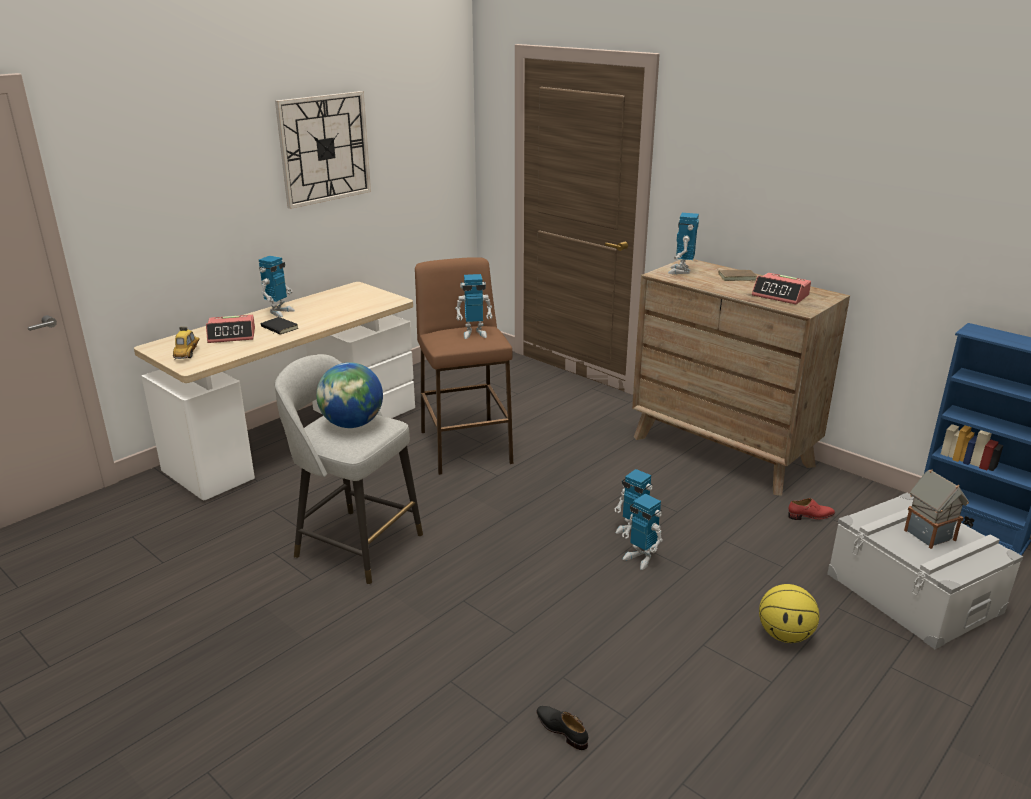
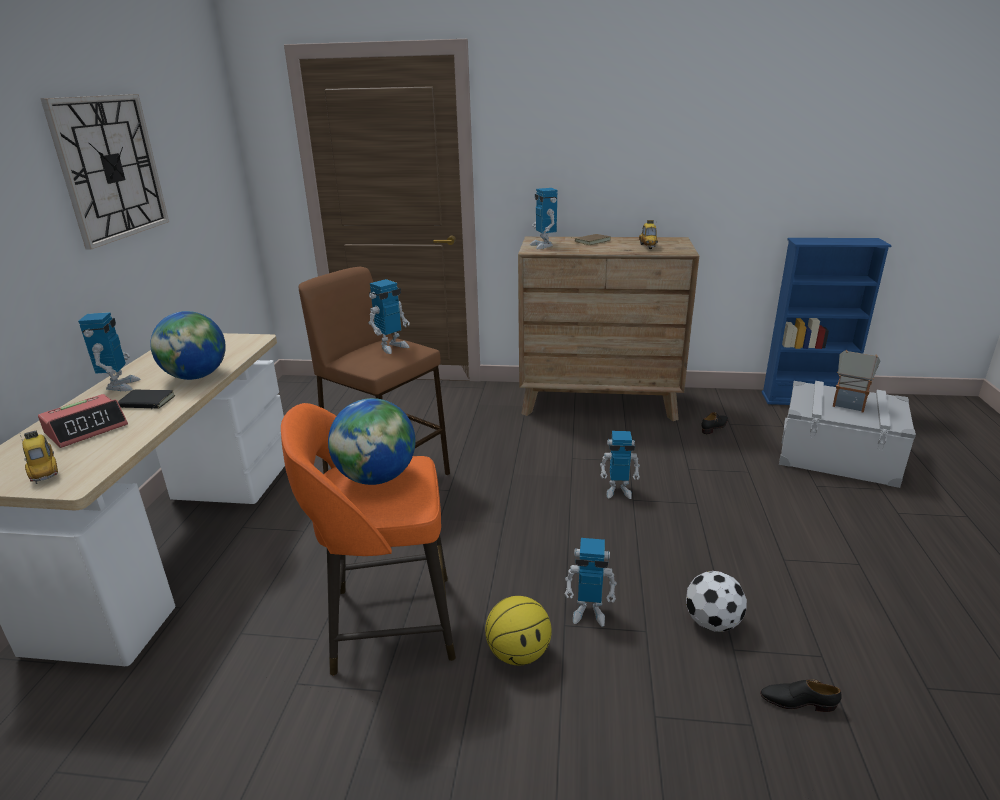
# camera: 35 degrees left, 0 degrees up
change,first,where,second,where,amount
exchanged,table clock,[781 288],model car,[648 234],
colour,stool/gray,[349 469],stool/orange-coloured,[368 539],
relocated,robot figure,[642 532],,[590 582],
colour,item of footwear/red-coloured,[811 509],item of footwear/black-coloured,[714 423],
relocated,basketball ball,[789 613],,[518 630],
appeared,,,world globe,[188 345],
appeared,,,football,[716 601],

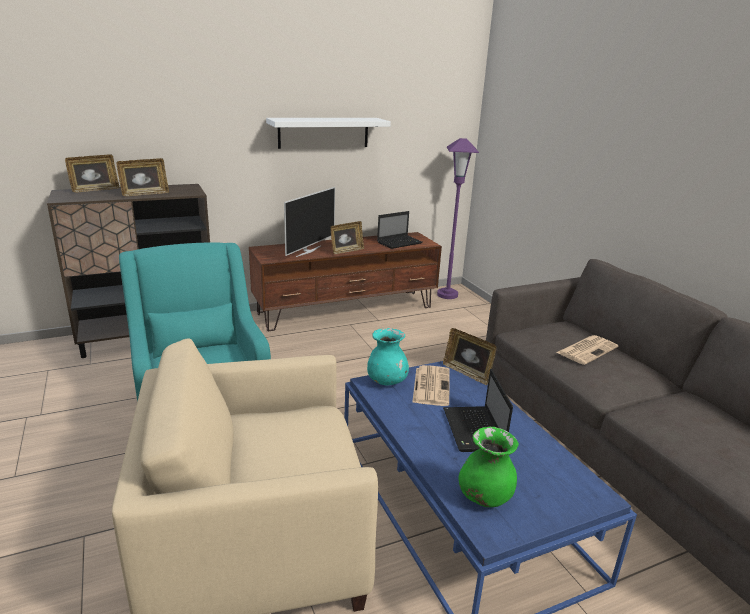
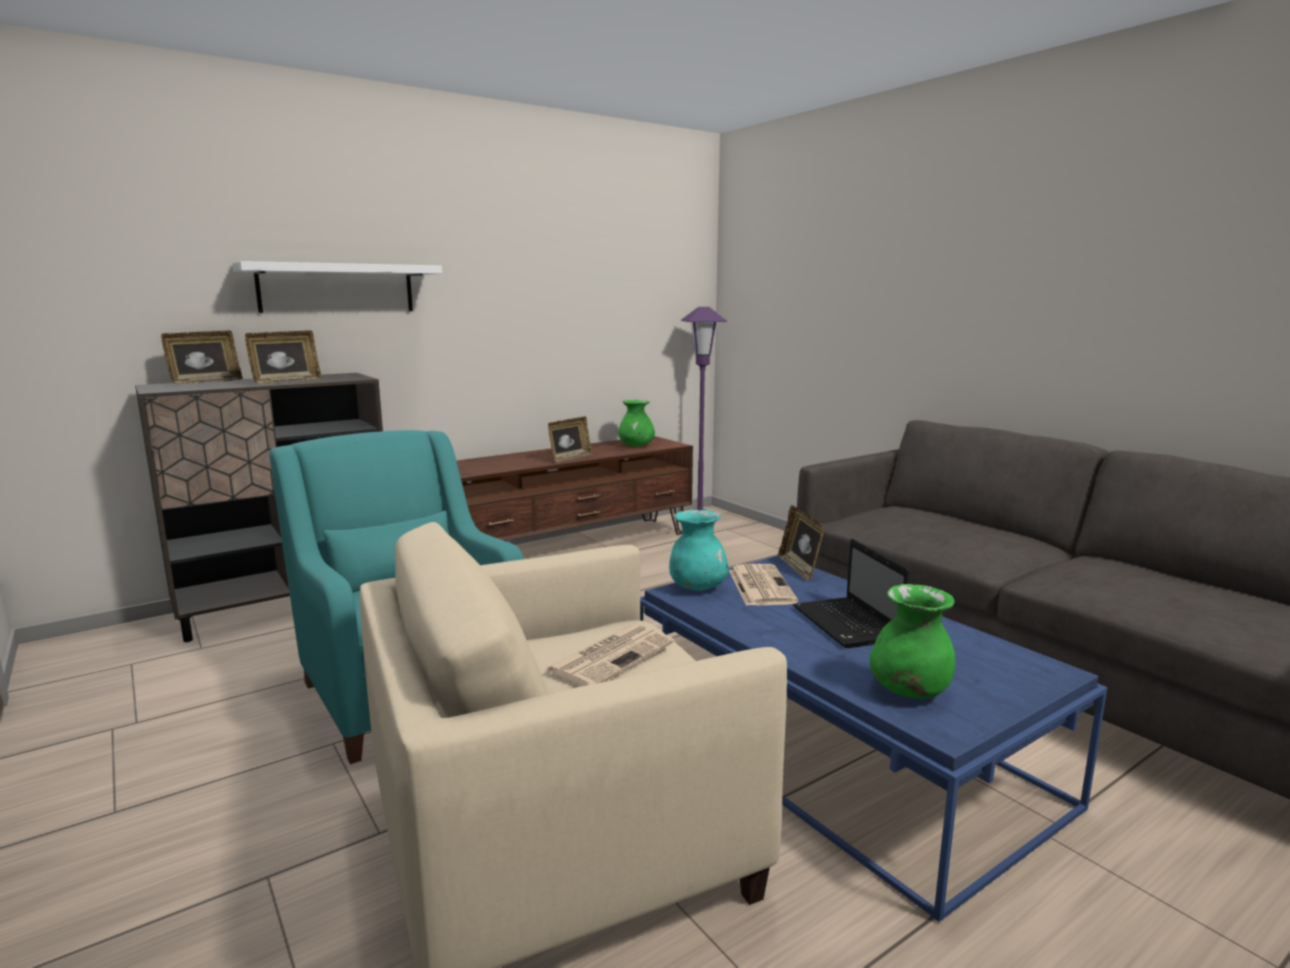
# camera: 10 degrees left, 10 degrees down
change,first,where,second,where,amount
relocated,bracket shelf/white-coloured,[328 133],,[337 287],
missing,TV,[309 222],,,
exchanged,portable computer,[400 230],flower vase/green,[636 423],
spun,picture frame,[470 356],,[801 543],45 degrees clockwise
relocated,newspaper,[587 350],,[608 655],

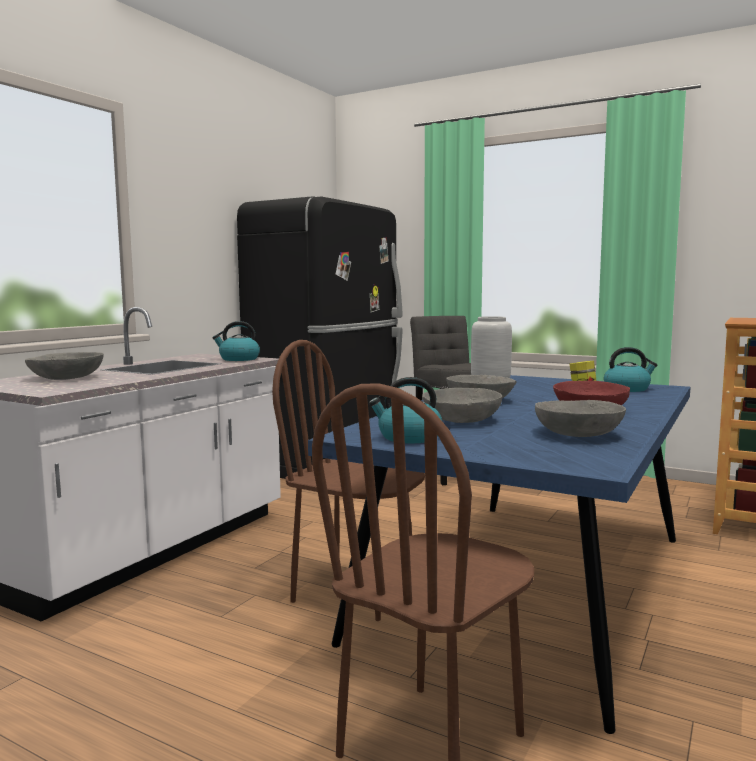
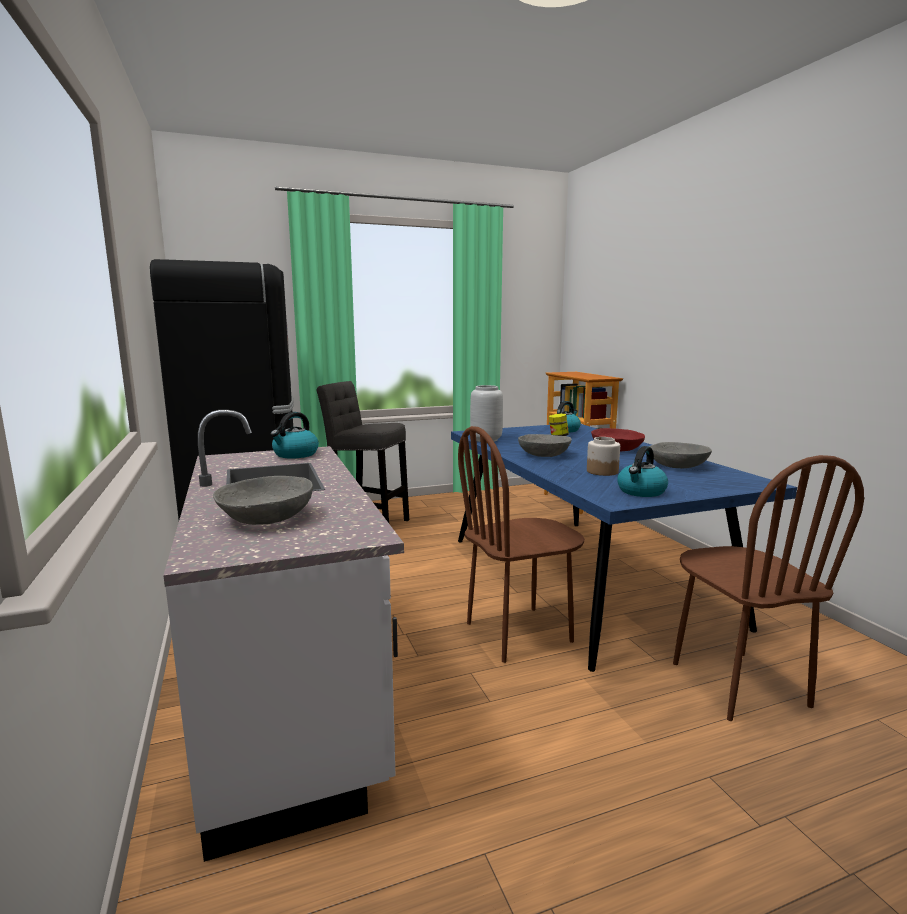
# camera: 50 degrees left, 5 degrees up
change,first,where,second,where,amount
exchanged,serving bowl/gray,[462 405],jar,[603 456],

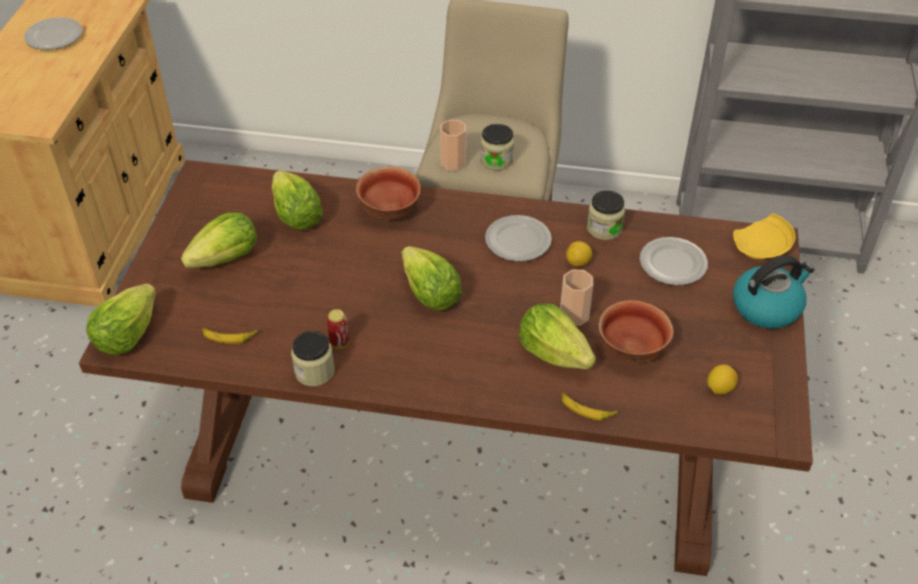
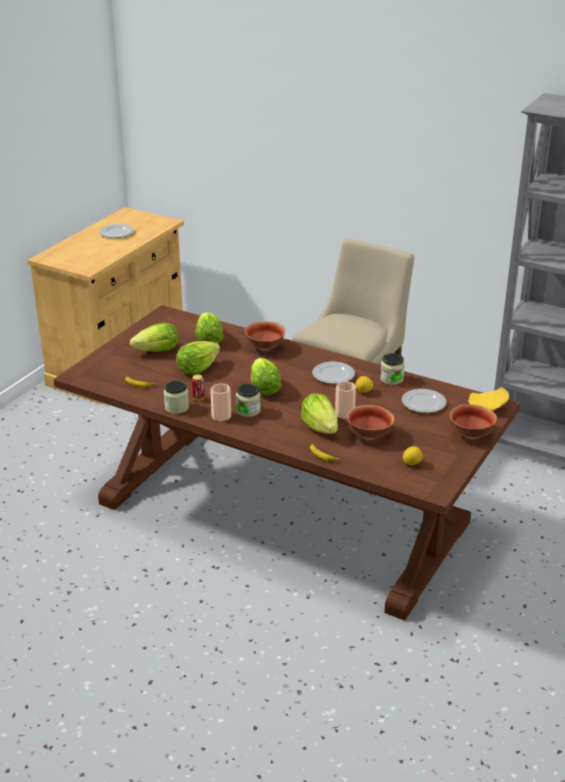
# camera: 20 degrees right, 15 degrees down
change,first,where,second,where,amount
relocated,drinking cup,[453 145],,[220 402],
relocated,jar,[497 147],,[248 400],
exchanged,kettle,[774 292],serving bowl,[473 421],
relocated,lettuce,[121 319],,[198 357],

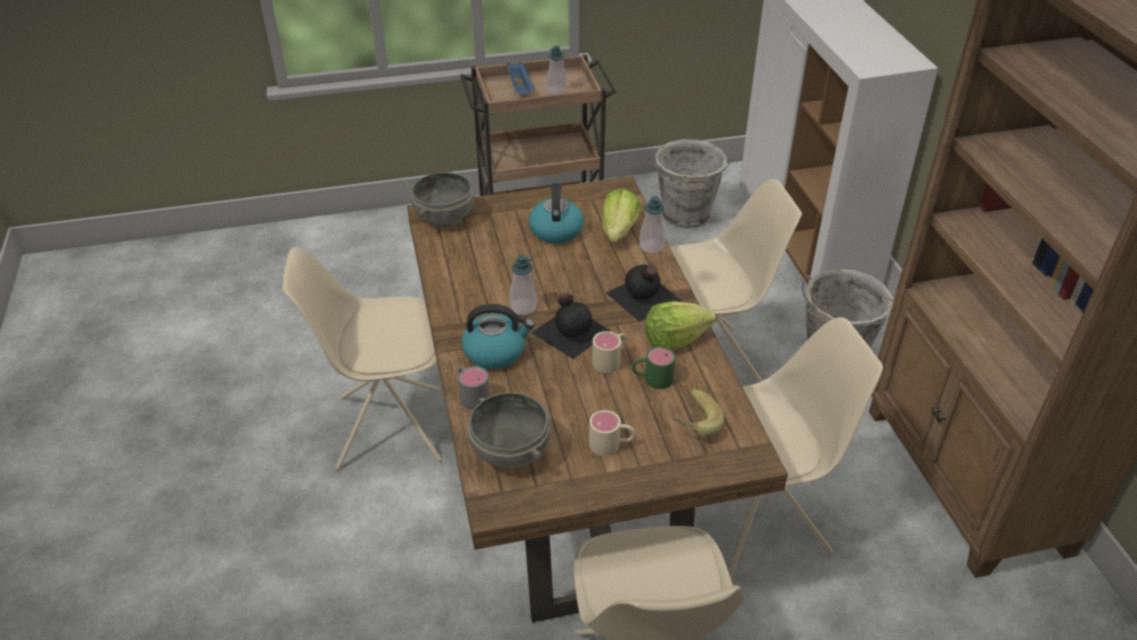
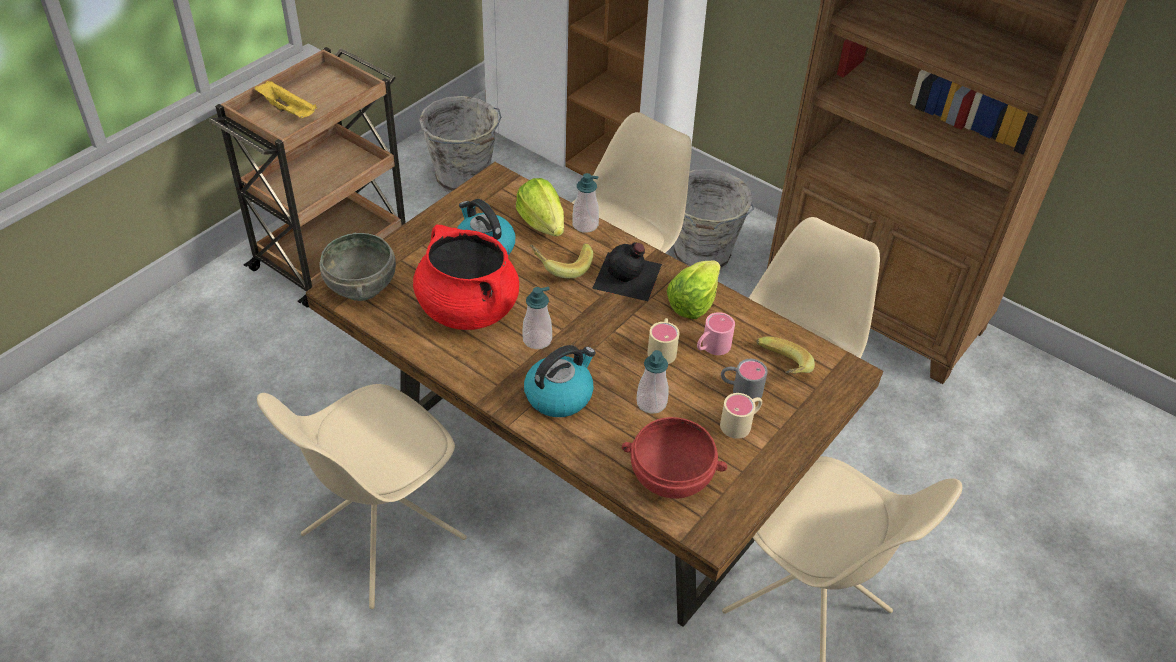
# camera: 40 degrees left, 5 degrees up
change,first,where,second,where,amount
relocated,soap dispenser,[557 70],,[652 382],
colour,serving tray/bluish,[520 78],serving tray/yellowish,[286 99],
missing,bottle/black-coloured,[571 326],,,
colour,coffee mug/green,[654 367],coffee mug/pinkish,[716 333],
relocated,coffee mug/gray,[474 388],,[744 380],
colour,serving bowl/gray,[509 430],serving bowl/red-coloured,[674 458],
appeared,,,stockpot/red-coloured,[466 277],
appeared,,,banana,[561 261],

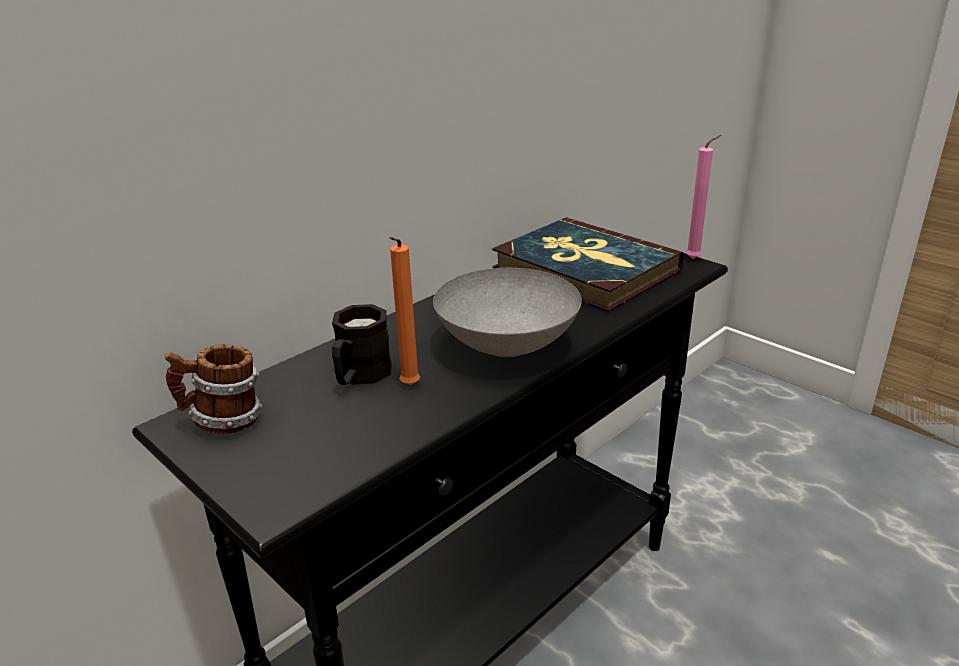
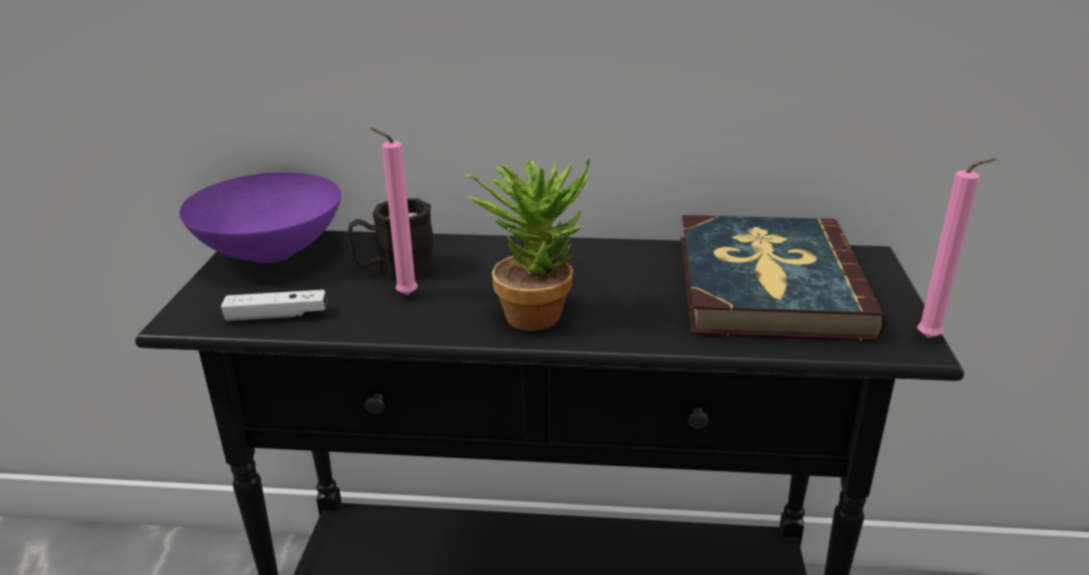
# camera: 50 degrees right, 0 degrees up
change,first,where,second,where,amount
colour,wax light/orange-coloured,[405 311],wax light/pinkish,[393 211],
exchanged,serving bowl/gray,[507 313],potted plant,[527 245],
exchanged,coffee mug,[213 389],serving bowl/purple,[260 218],
appeared,,,gamepad/white-coloured,[274 305],

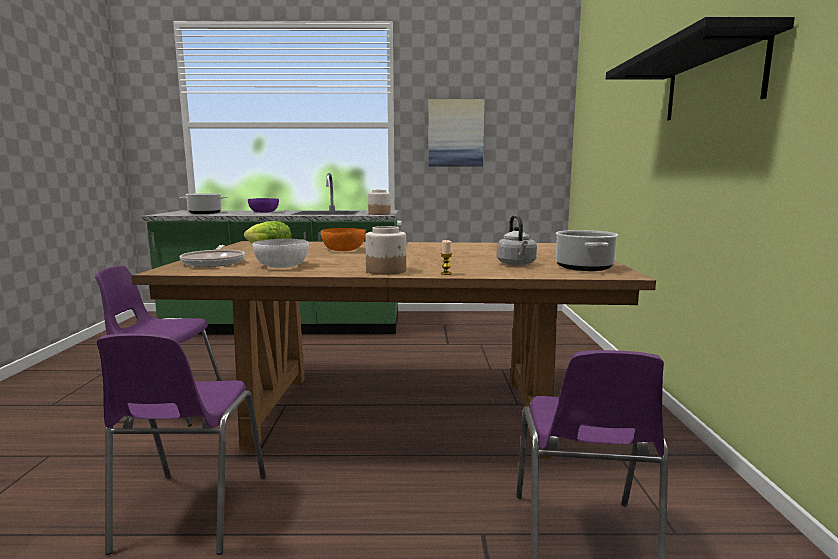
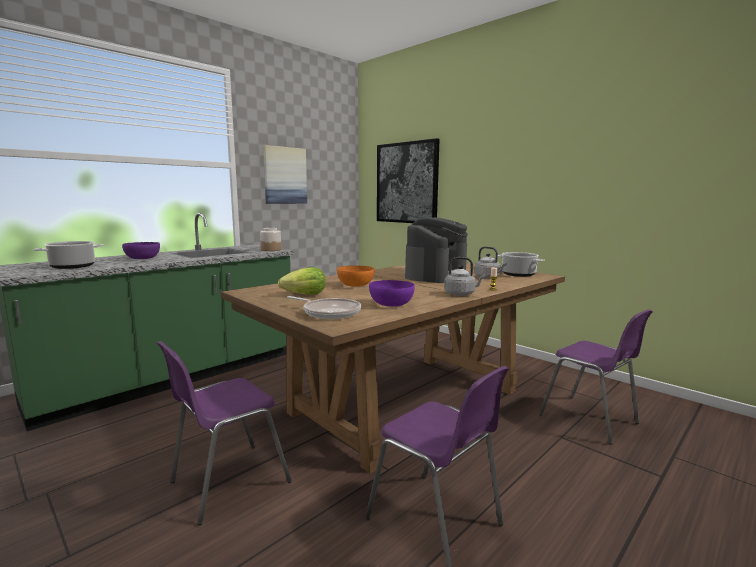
# camera: 45 degrees left, 0 degrees up
change,first,where,second,where,amount
missing,bracket shelf/black-coloured,[700 69],,,
exchanged,jar,[385 250],kettle/gray,[464 276],
colour,serving bowl/white-coloured,[281 253],serving bowl/purple,[392 293],
appeared,,,wall picture,[408 180],
appeared,,,coffee machine,[436 250],

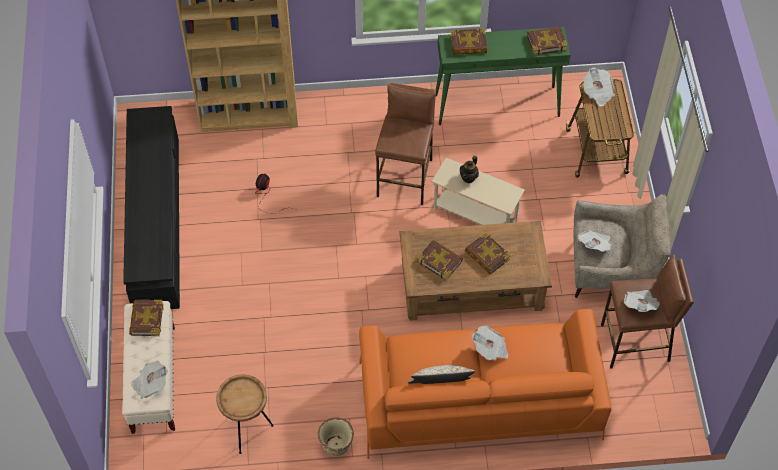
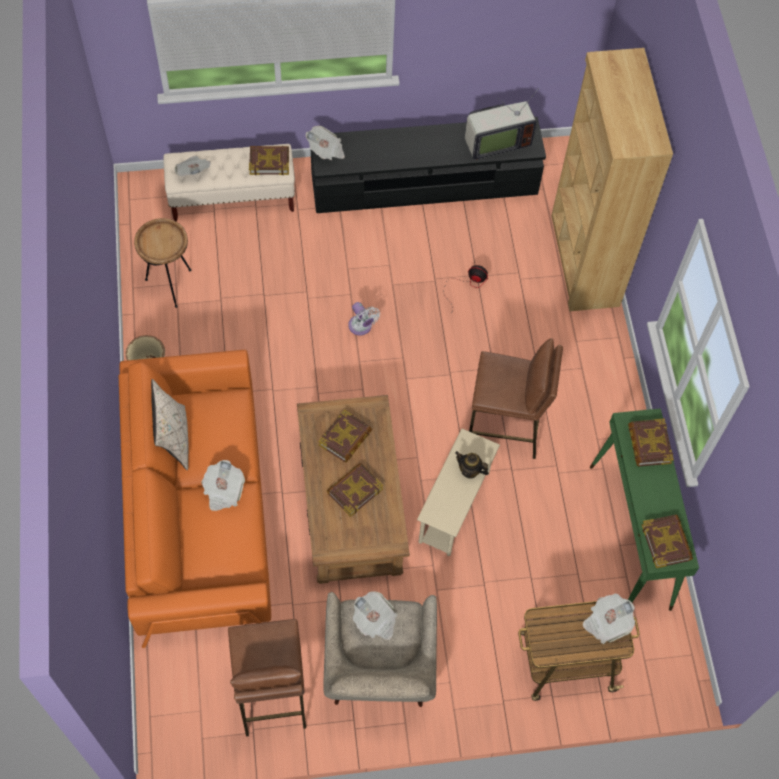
# camera: 85 degrees right, 5 degrees up
change,first,where,second,where,amount
relocated,newspaper,[642 301],,[325 143],
appeared,,,TV,[502 124],
appeared,,,fan/white-coloured,[364 319],

